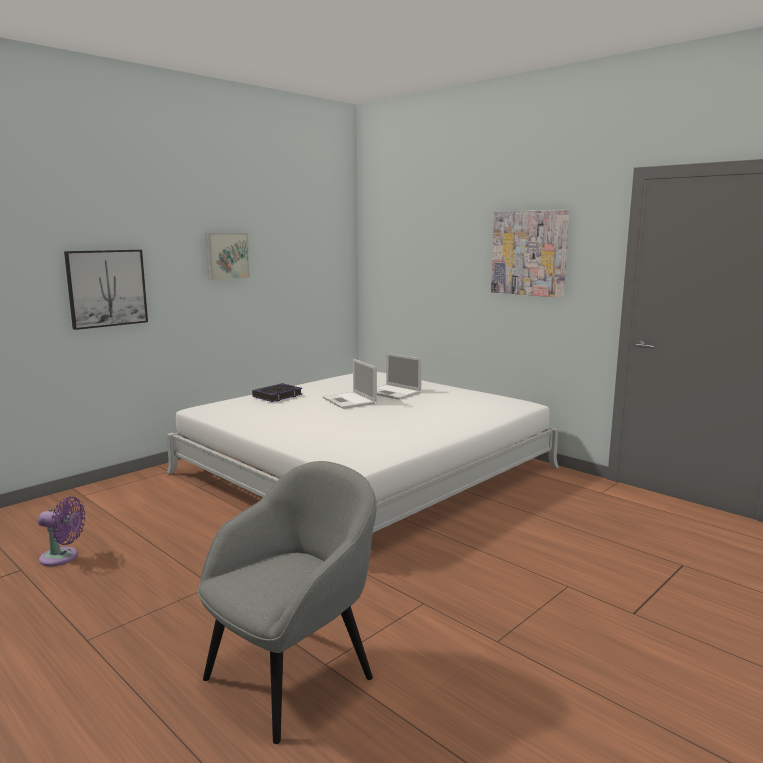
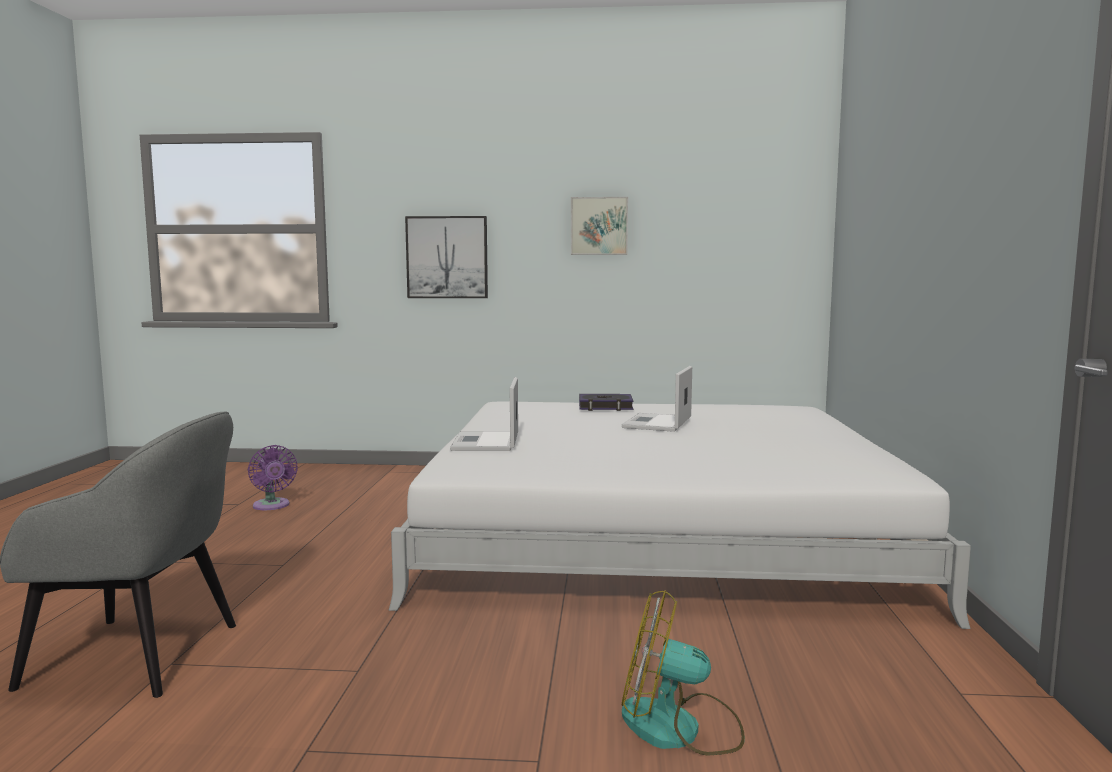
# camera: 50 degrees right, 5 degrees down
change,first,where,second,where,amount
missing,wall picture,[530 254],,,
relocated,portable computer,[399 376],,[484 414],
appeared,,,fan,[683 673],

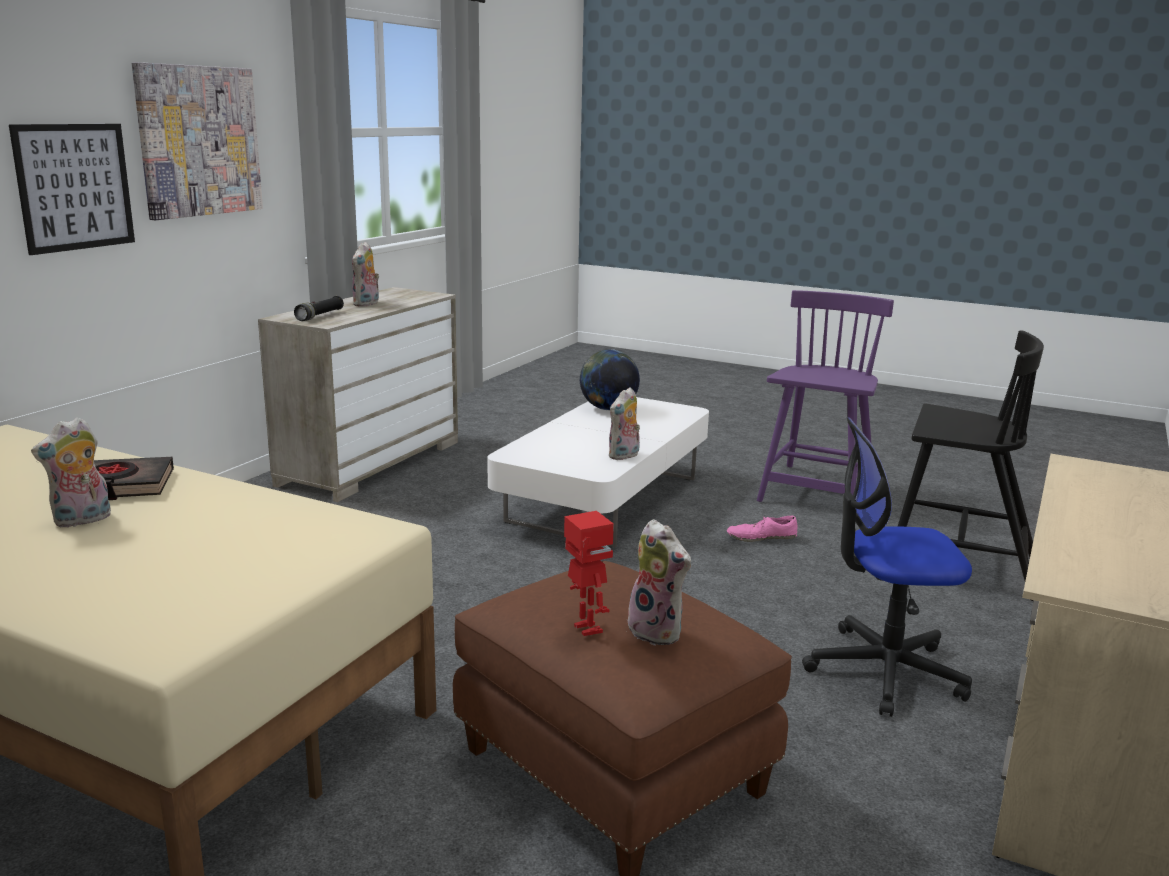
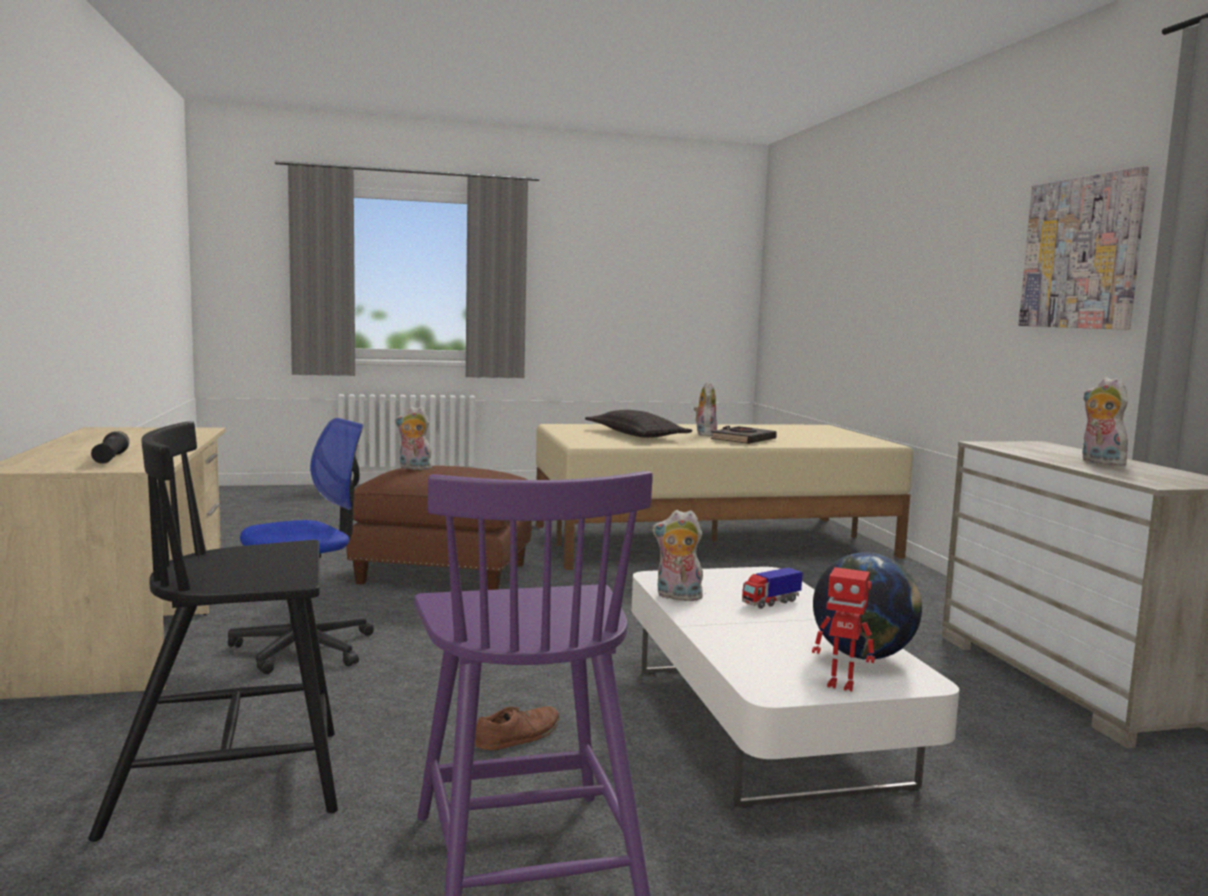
# camera: 140 degrees right, 10 degrees down
change,first,where,second,where,amount
missing,wall picture,[72 189],,,
relocated,hand torch/black-coloured,[319 308],,[110 447],
spun,plush toy,[624 423],,[677 555],75 degrees counterclockwise
relocated,robot figure,[589 573],,[843 629],
colour,item of footwear/pinkish,[762 529],item of footwear/brown-coloured,[517 728],
appeared,,,throw pillow,[639 424],
appeared,,,toy lorry,[772 588],

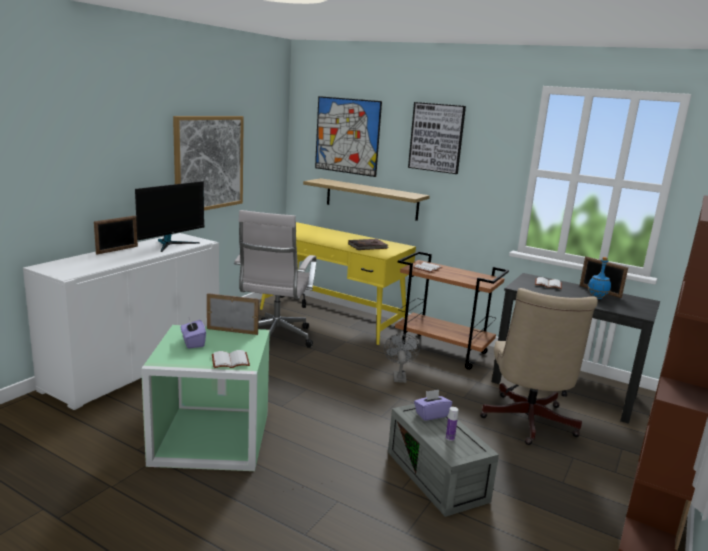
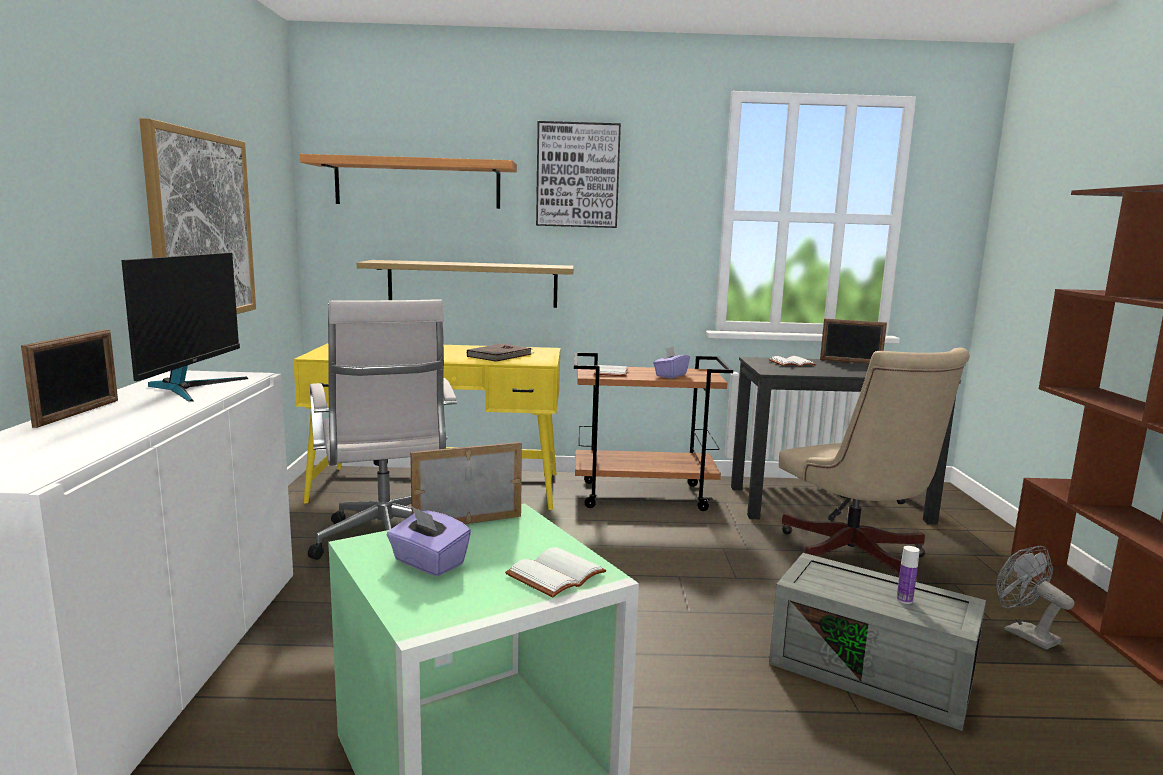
# camera: 30 degrees left, 5 degrees down
change,first,where,second,where,amount
exchanged,wall picture,[348 136],bracket shelf,[408 181],
missing,bottle/bluish,[599 278],,,
relocated,fan/gray,[402 358],,[1035 598],
relocated,tissue box/purple,[433 405],,[671 362],

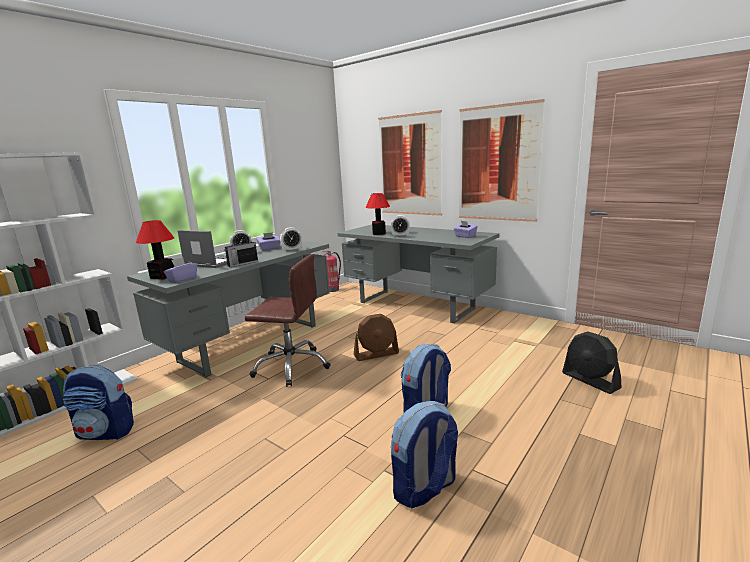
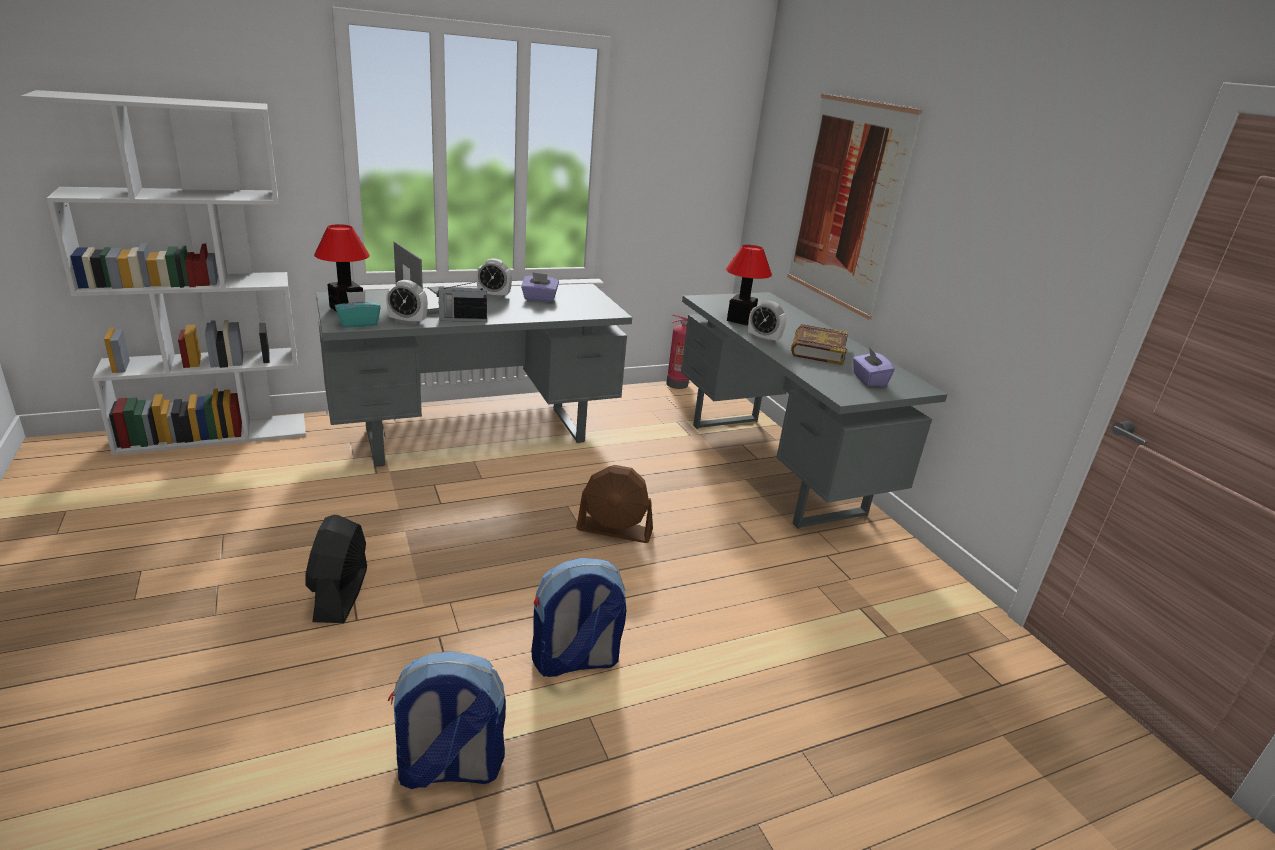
# camera: 25 degrees right, 10 degrees up
change,first,where,second,where,amount
missing,wall picture,[502 160],,,
relocated,table clock,[291 239],,[407 302],
missing,computer chair/brown-coloured,[288 320],,,
colour,tissue box/purple,[180 270],tissue box/turquoise-coloured,[358 309],
relocated,fan/black-coloured,[592 362],,[336 569],
missing,rucksack,[98 402],,,
appeared,,,volume,[819 344],

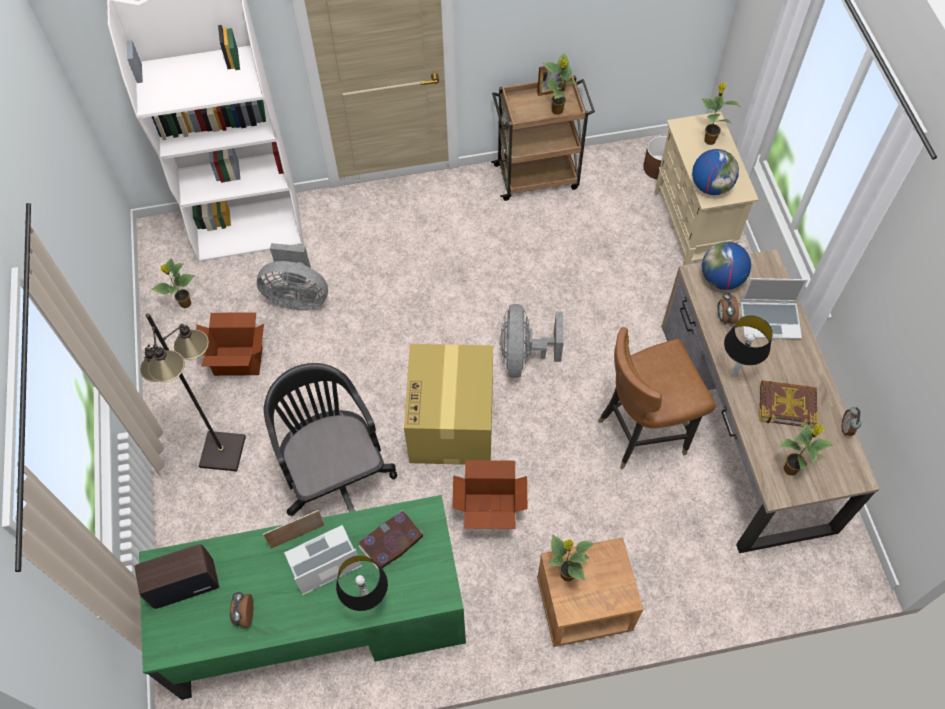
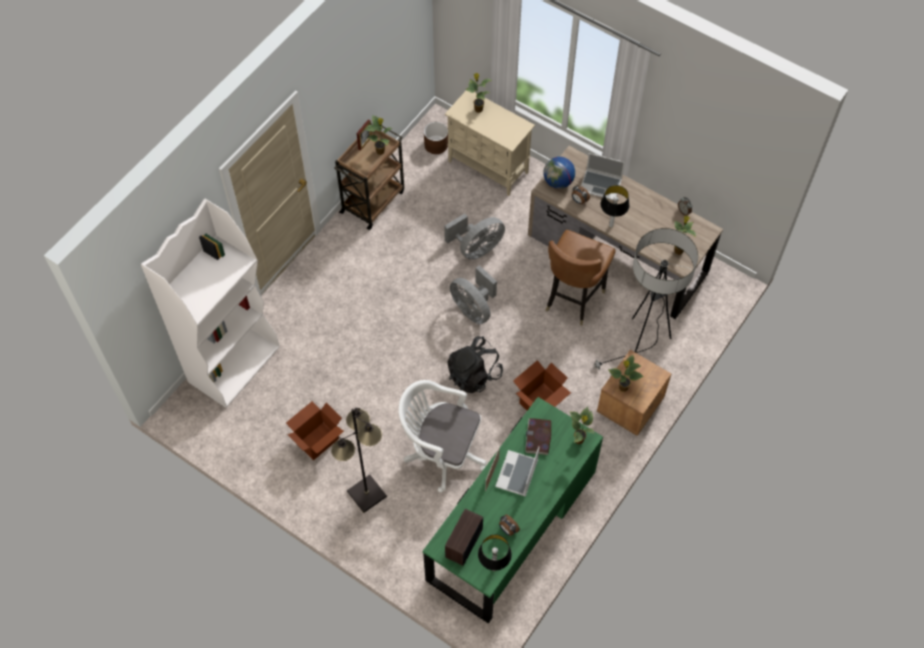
# camera: 45 degrees left, 0 degrees up
change,first,where,second,where,amount
missing,world globe,[715 172],,,
relocated,fan/gray,[292 276],,[474 237],
relocated,potted plant,[173 283],,[581 425],
spun,portable computer,[774 308],,[603 176],60 degrees clockwise
exchanged,packing box,[448 404],rucksack/black-coloured,[475 364],
colour,computer chair/black-coloured,[330 439],computer chair/white-coloured,[443 436],
missing,volume,[788 404],,,
relocated,table lamp,[362 583],,[495 552],
appeared,,,standing lamp,[645 299],

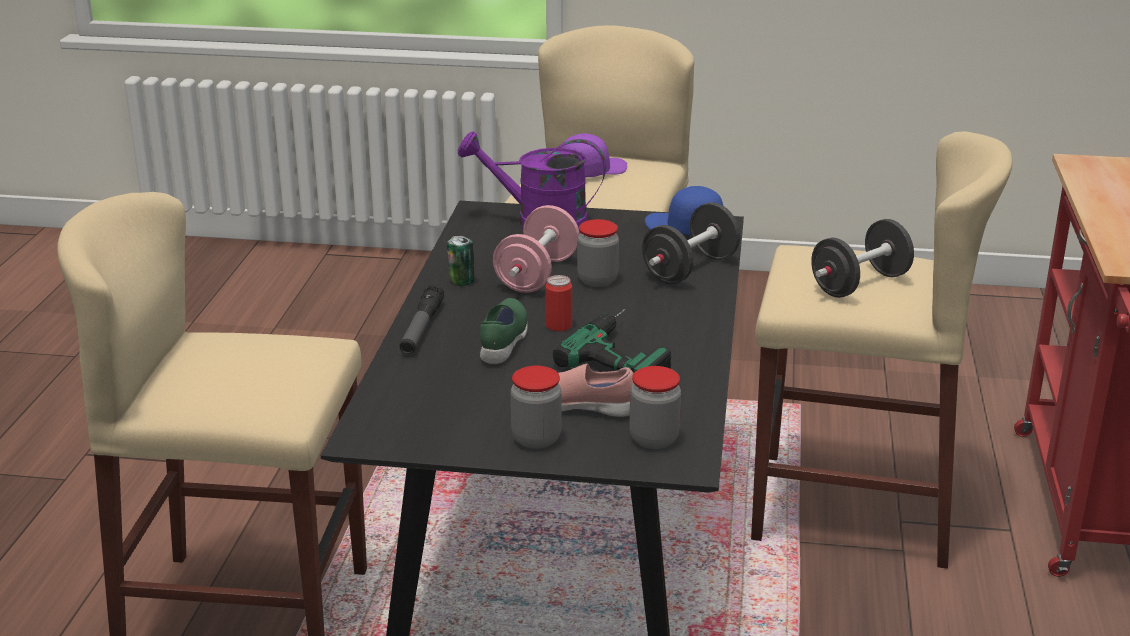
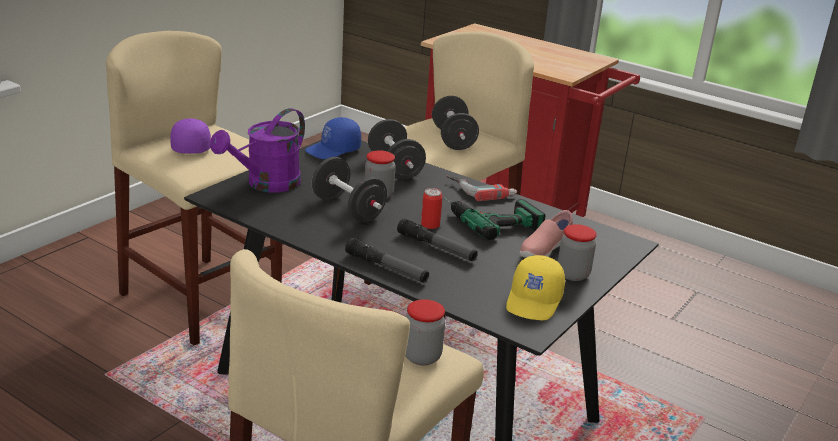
# camera: 65 degrees left, 0 degrees up
change,first,where,second,where,amount
colour,hand weight/pinkish,[536 249],hand weight/black-coloured,[349 189],
missing,can,[460 261],,,
exchanged,item of footwear/green,[504 331],hand torch,[437 239],
relocated,jar,[655 407],,[425 332],
appeared,,,power drill,[481 188],
appeared,,,cap/yellowish,[535 287],

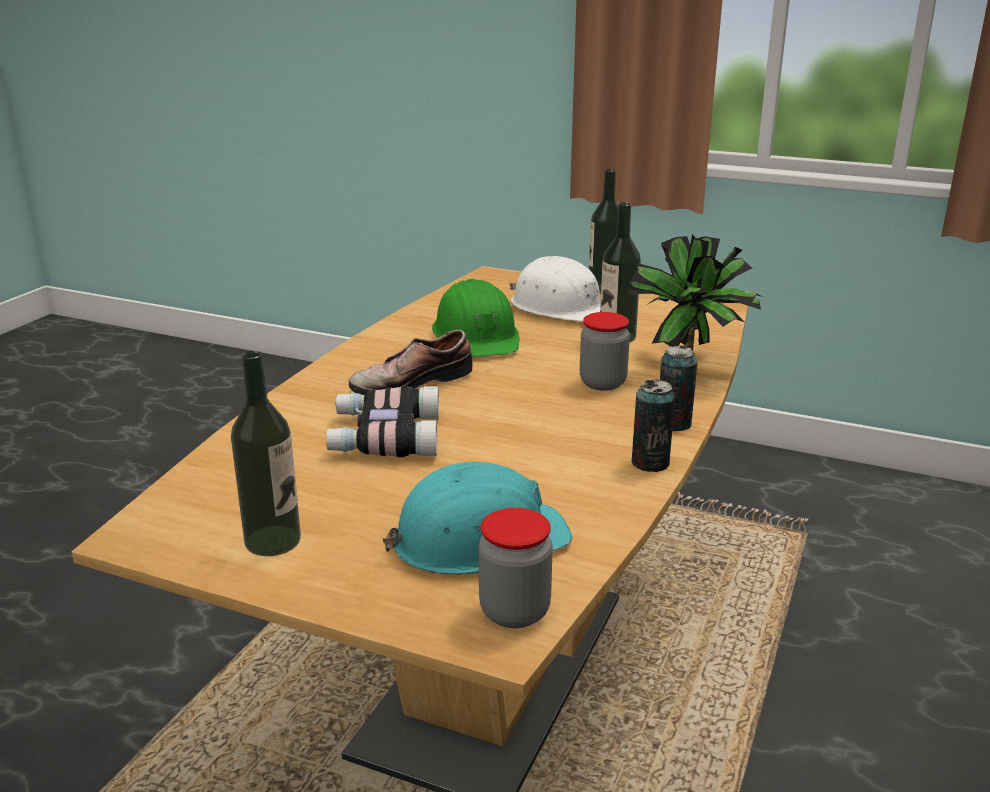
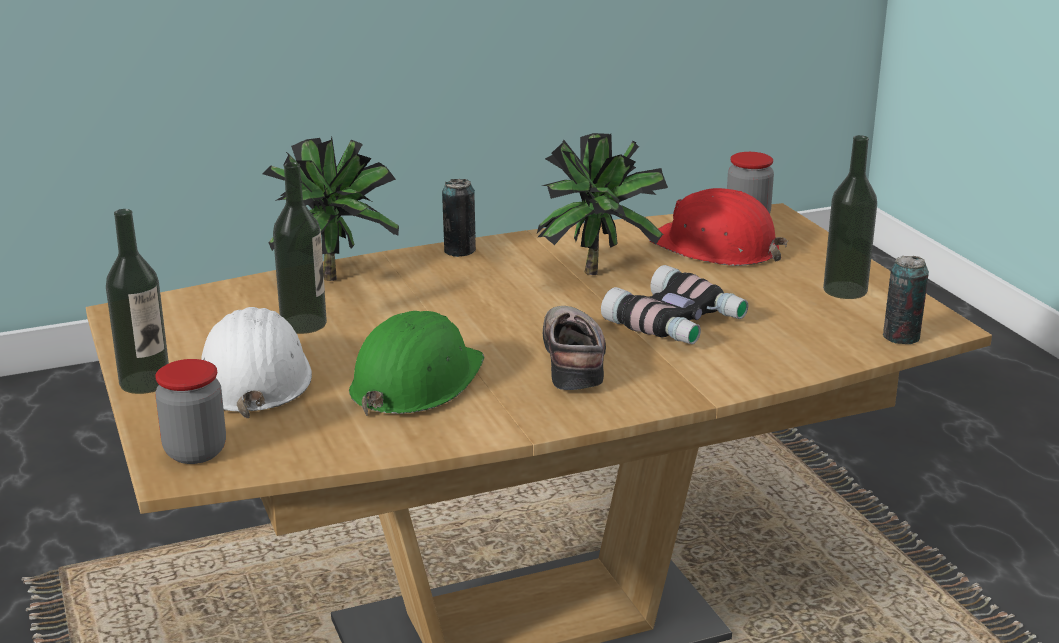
# camera: 135 degrees left, 0 degrees up
change,first,where,second,where,amount
relocated,jar,[605 351],,[190 411],
spun,item of footwear,[410 362],,[574 348],105 degrees counterclockwise
relocated,can,[653 425],,[906 300],
colour,safety helmet/turquoise-coloured,[477 518],safety helmet/red-coloured,[718 227],
appeared,,,potted plant,[602 204],

